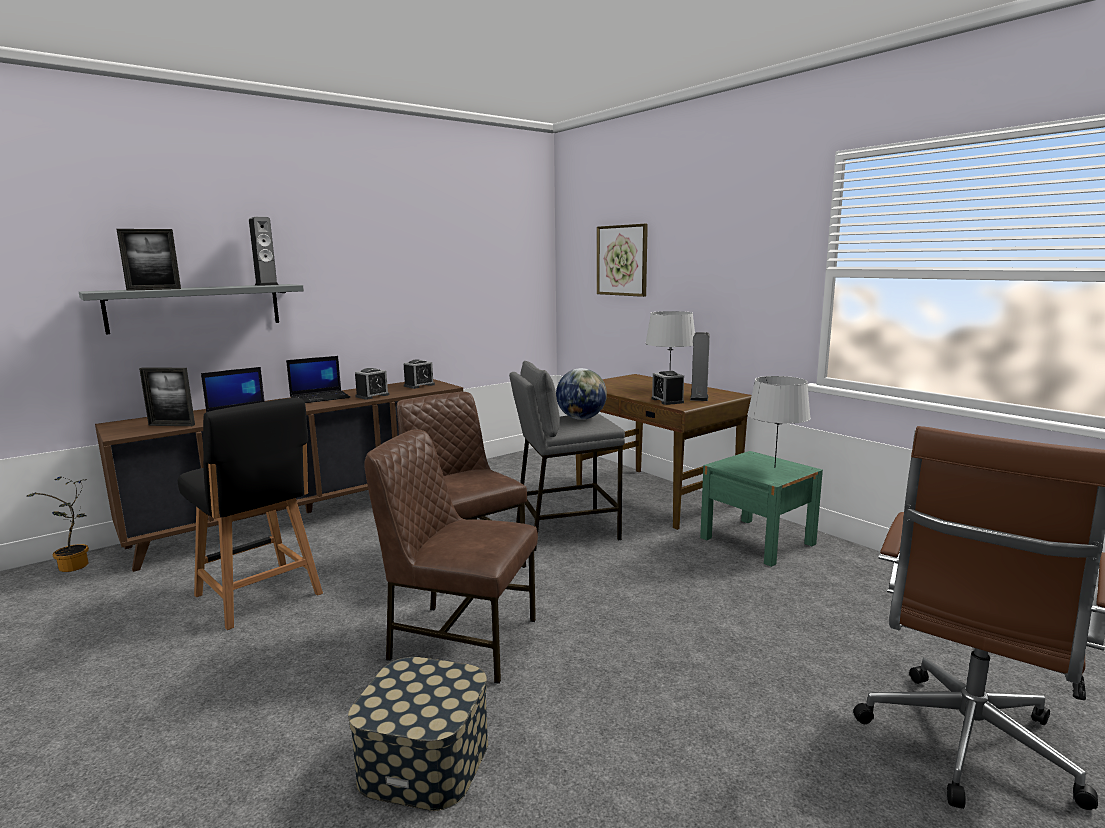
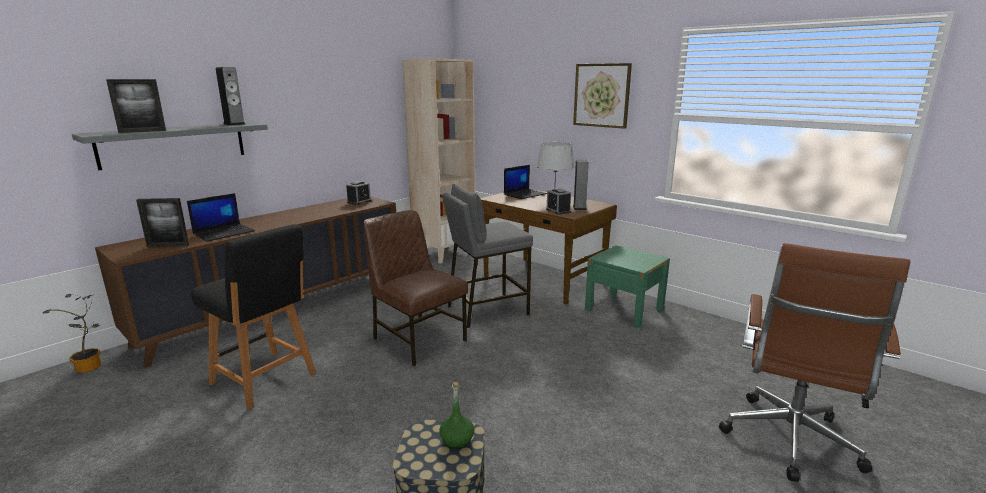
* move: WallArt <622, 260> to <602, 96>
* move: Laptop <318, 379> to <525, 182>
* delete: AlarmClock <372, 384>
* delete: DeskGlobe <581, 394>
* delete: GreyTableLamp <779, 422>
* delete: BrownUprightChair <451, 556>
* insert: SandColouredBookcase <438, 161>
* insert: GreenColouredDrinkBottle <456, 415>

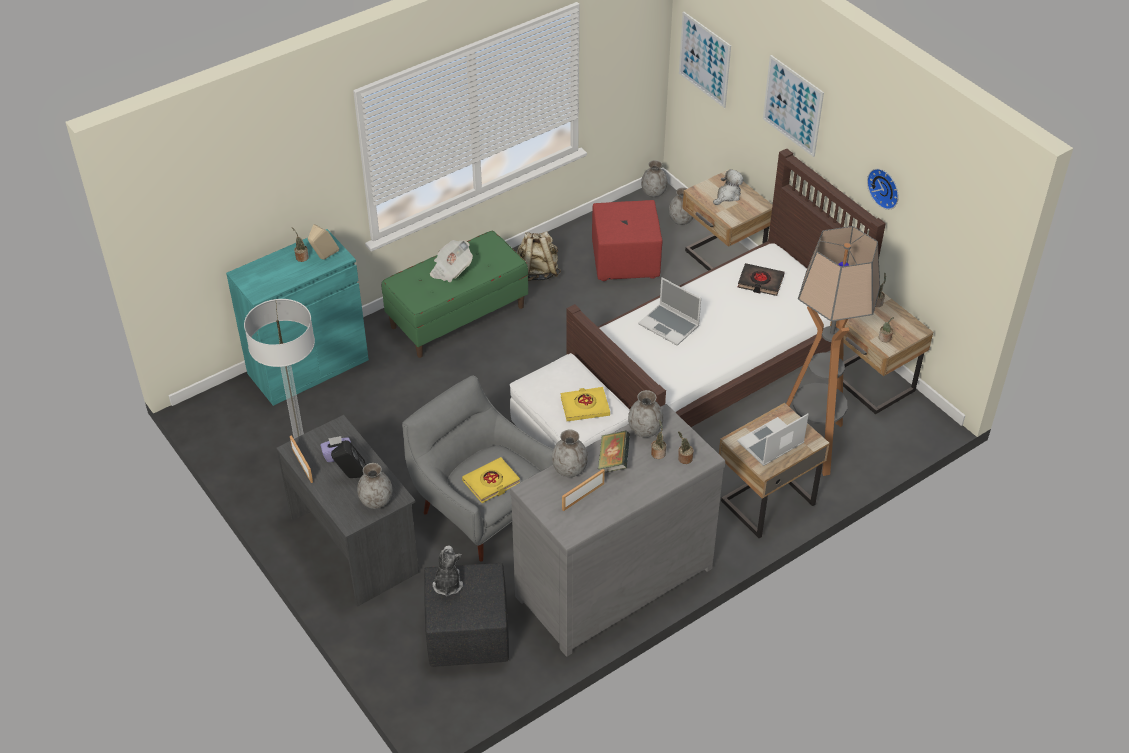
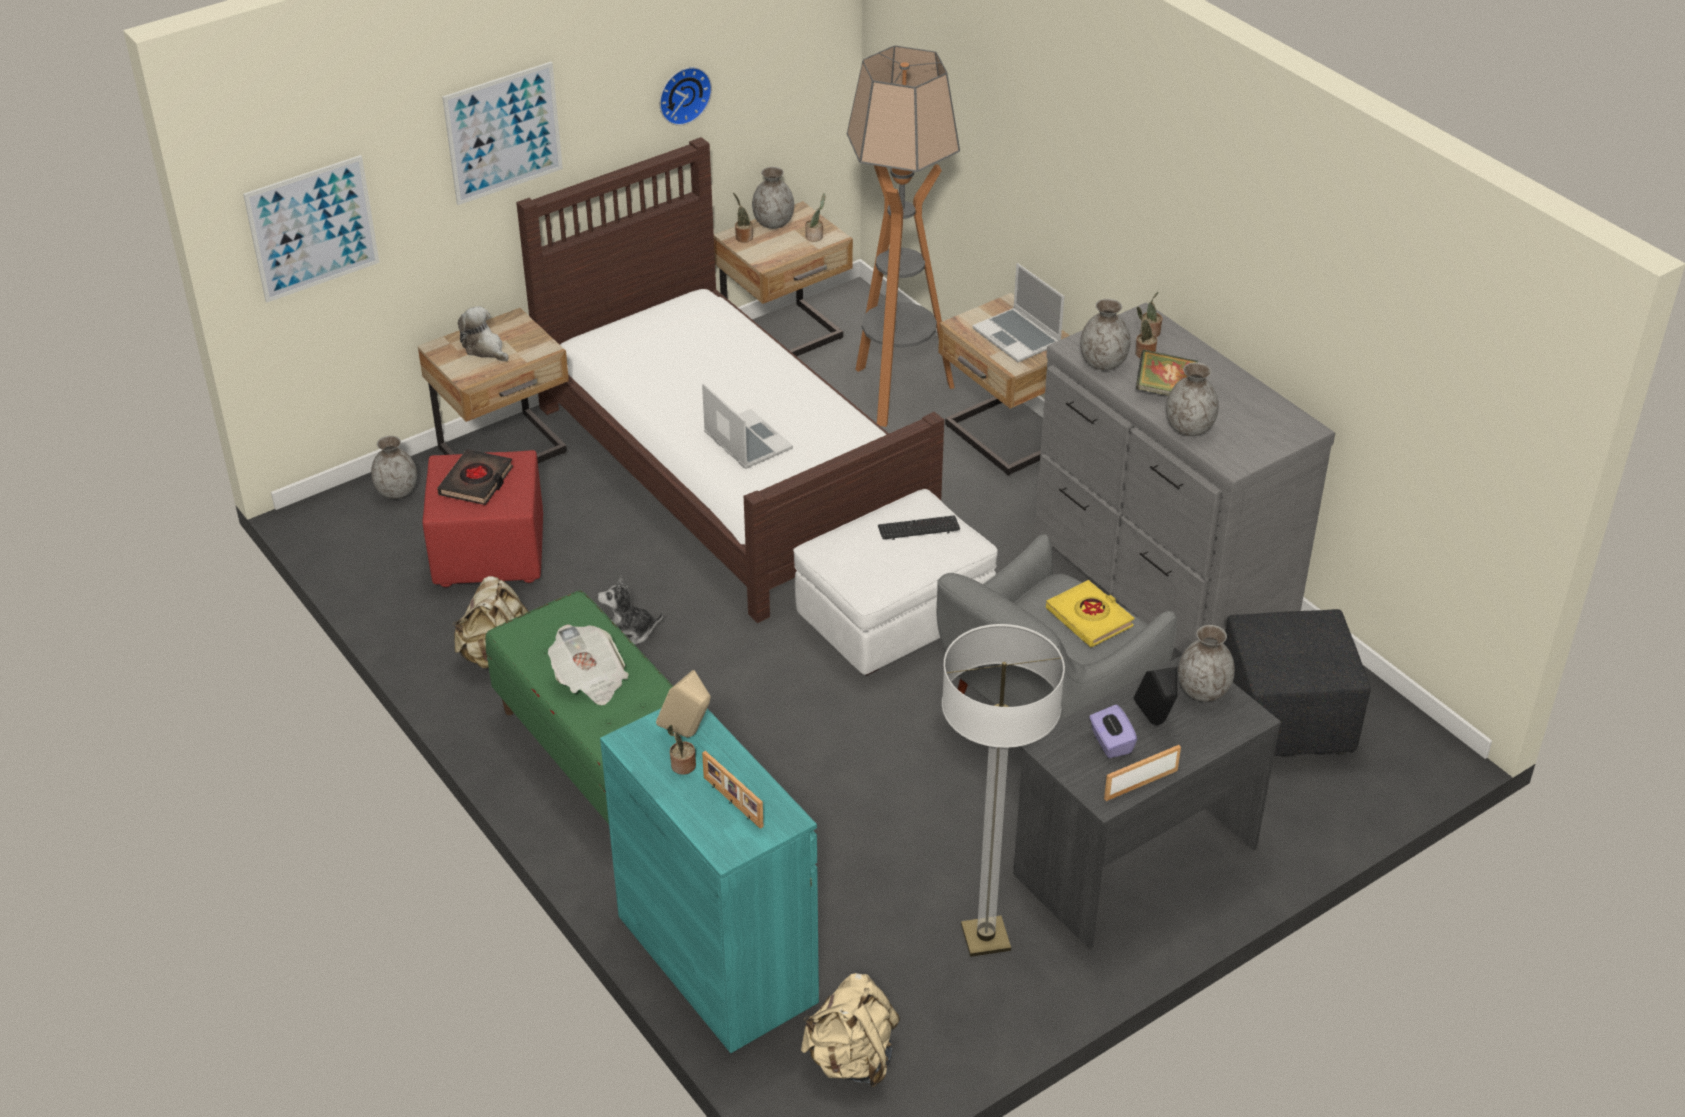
* move: GreyFlowerVase <654, 178> to <773, 198>
* move: BlackColouredVolume <761, 279> to <475, 477>
* rotate: Laptop <669, 311> = <747, 426> 75 degrees counterclockwise
* replace: YellowVolume <585, 404> to ComputerKeyboard <919, 527>
* move: PhotoFrame <583, 490> to <733, 790>
* move: PlushToy <448, 570> to <630, 610>
* insert: SandColouredRucksack <850, 1030>

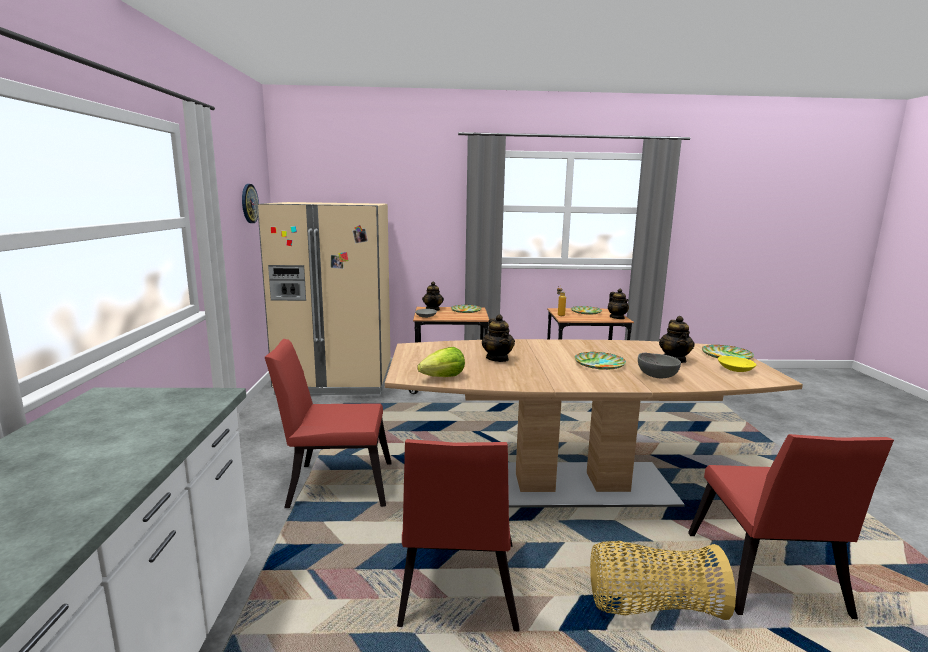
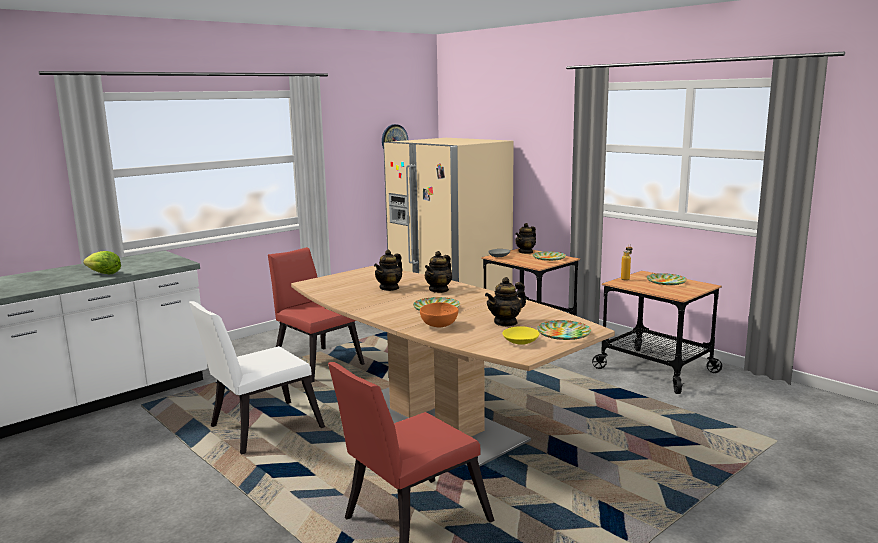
* move: Teapot <618, 304> to <438, 272>
* move: Lettuce <441, 362> to <102, 262>
* recolor: GreyBowl <659, 365> to OrangeColouredBowl <439, 314>
* recolor: ReddishUprightChair <458, 535> to WhiteUprightChair <257, 378>
* delete: HouseholdBasket <663, 580>

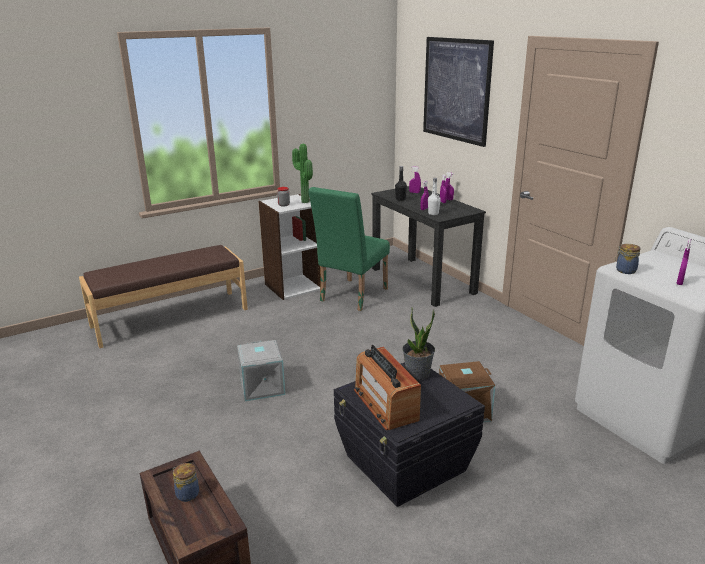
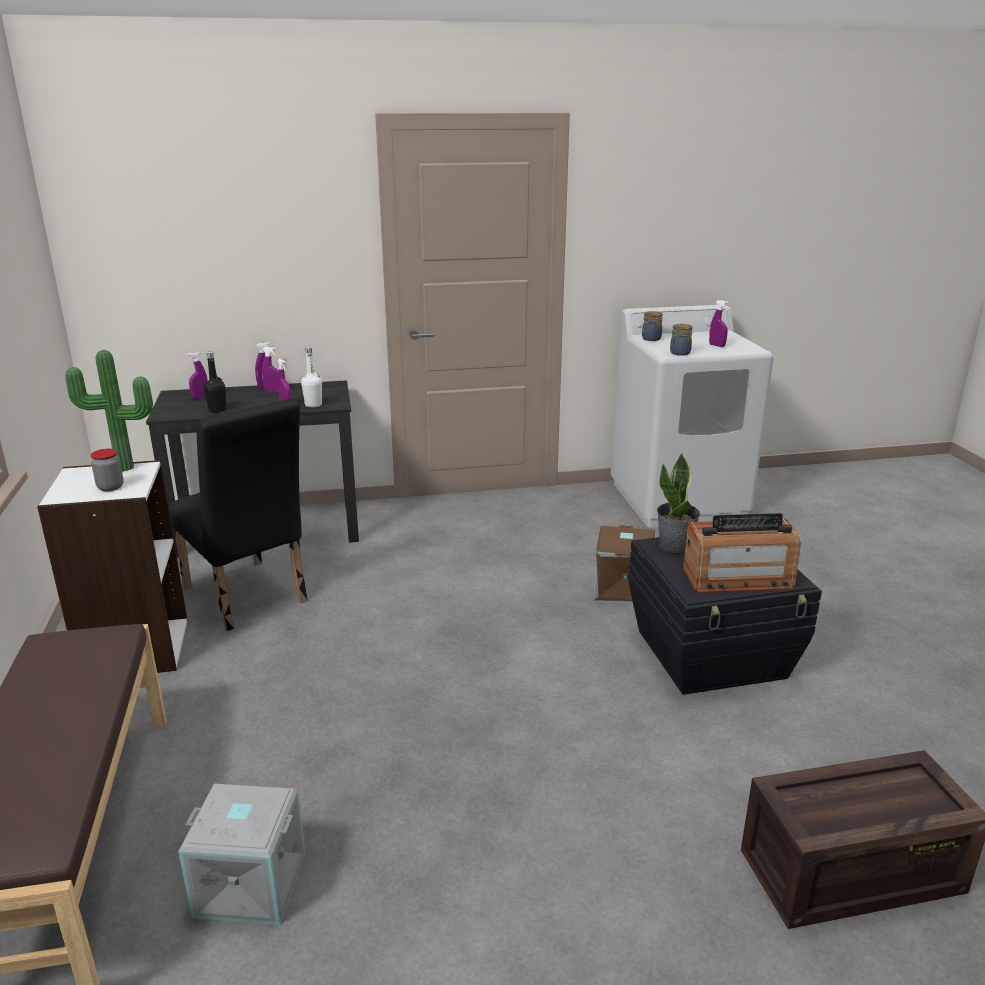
* delete: WallArt <458, 92>
* recolor: GreenColouredUprightChair <349, 249> to BlackColouredUprightChair <238, 514>
* move: GreyStorageContainer <261, 370> to <241, 854>
* move: StorageJar <186, 482> to <652, 326>

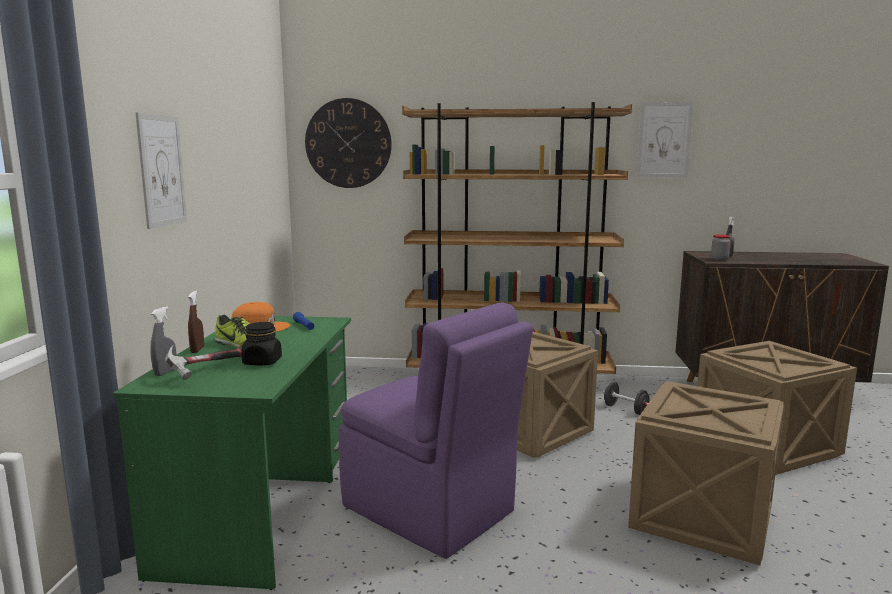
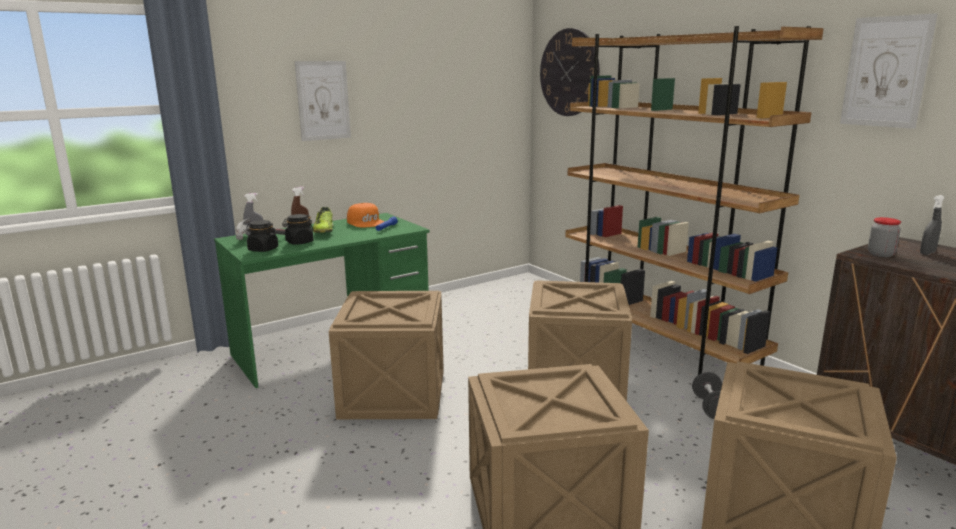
* replace: PurplishUprightChair <436, 430> to Crate <386, 355>
* insert: BlackColouredStorageJar <262, 236>

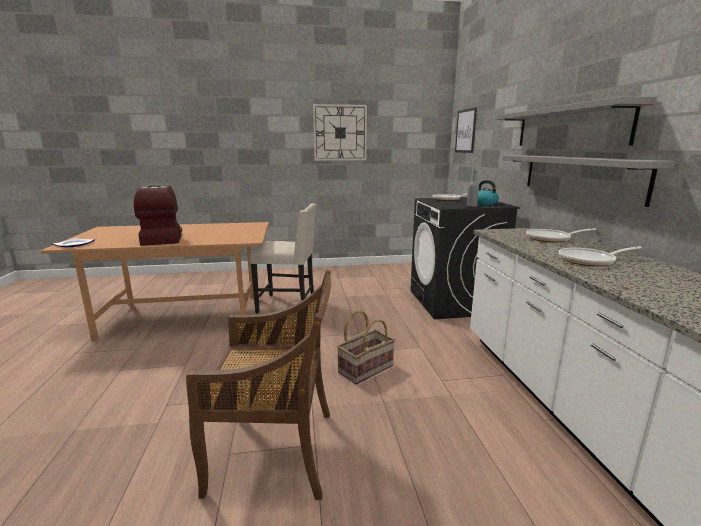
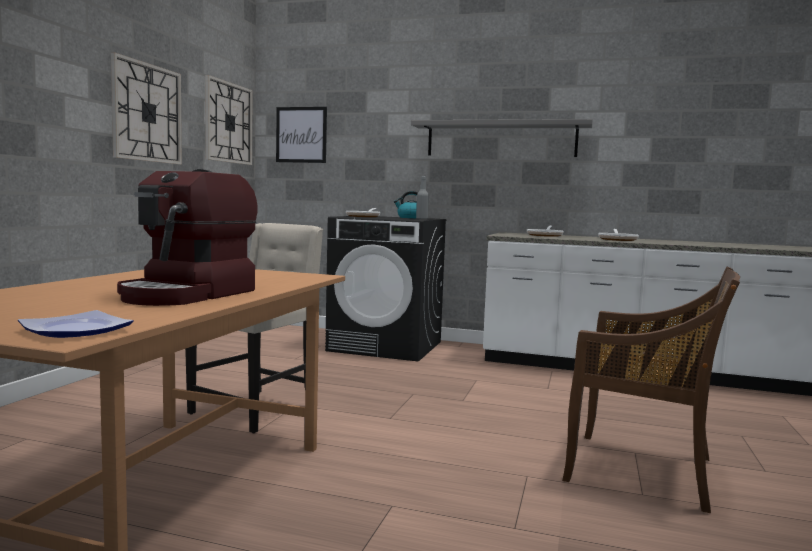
* delete: GreyWallShelf <589, 181>
* rotate: CoffeeMachine <158, 215> = <187, 237> 75 degrees counterclockwise
* rotate: BrownUprightChair <258, 385> = <651, 390> 90 degrees clockwise
* delete: HouseholdBasket <366, 347>
* insert: HangingClock <228, 120>

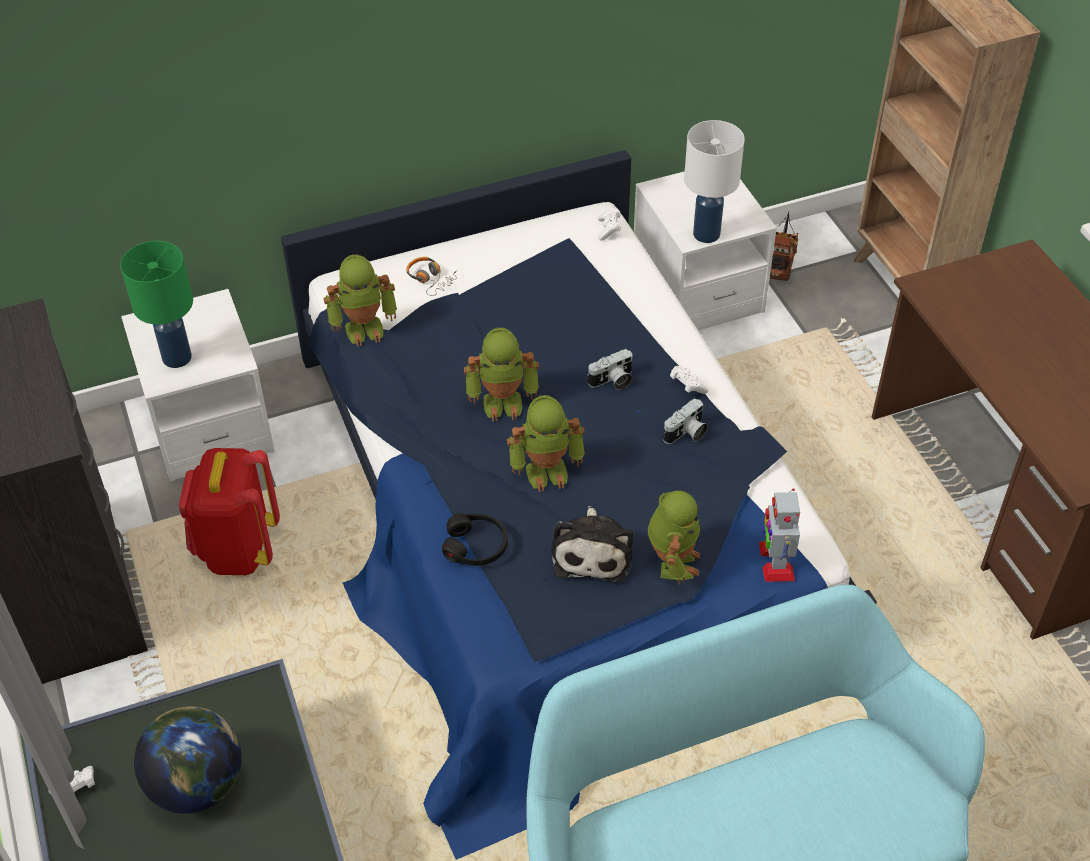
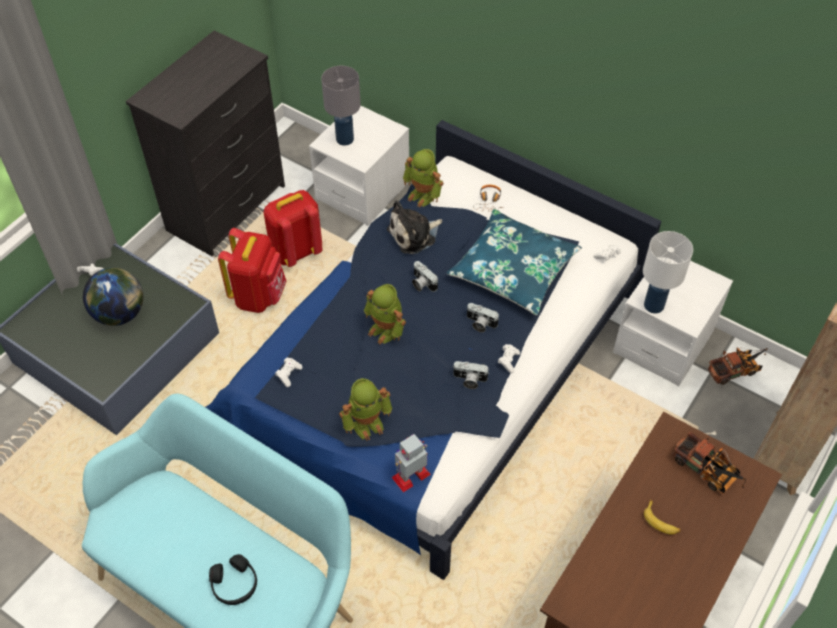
* recolor: GreenColouredTableLamp <156, 304> to GreyTableLamp <341, 106>
* replace: ToyRobot <501, 374> to PhotoCamera <425, 276>
* move: PlushToy <592, 544> to <414, 227>
* move: BlackColouredHeadphones <475, 539> to <233, 579>
* insert: BlueThrowPillow <514, 262>
* insert: ReddishRucksack <252, 270>
* insert: WhiteGameController <289, 372>
* insert: ModelTruck <709, 463>
* insert: BananaFruit <662, 517>

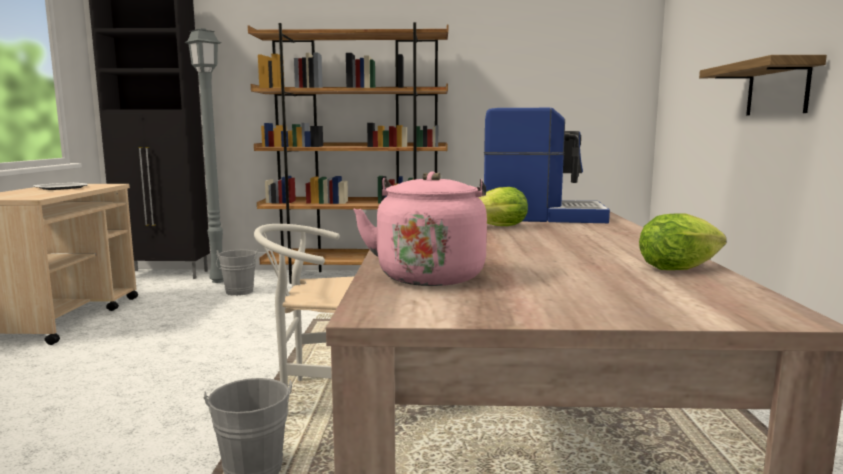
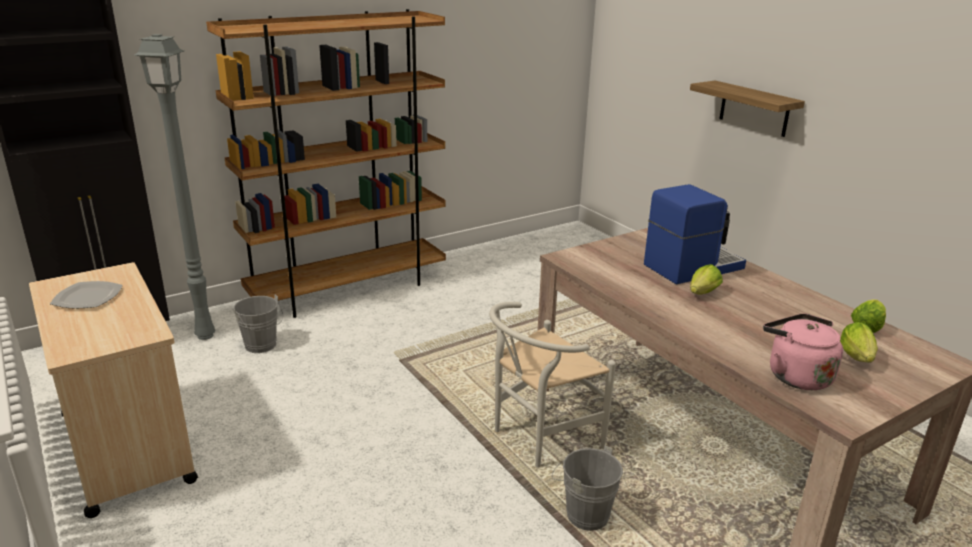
* insert: Lettuce <859, 342>

